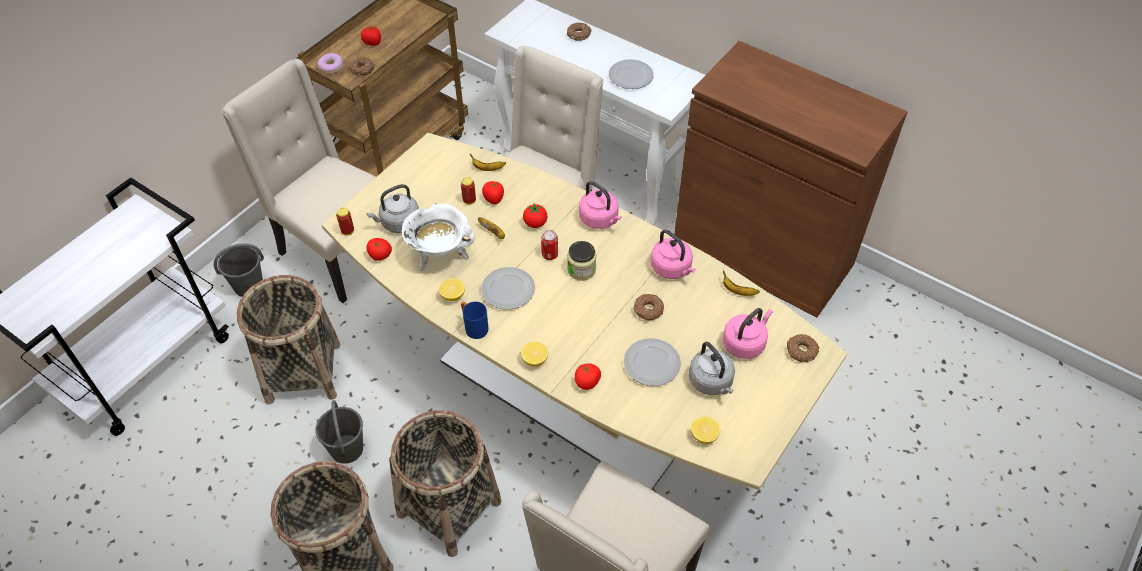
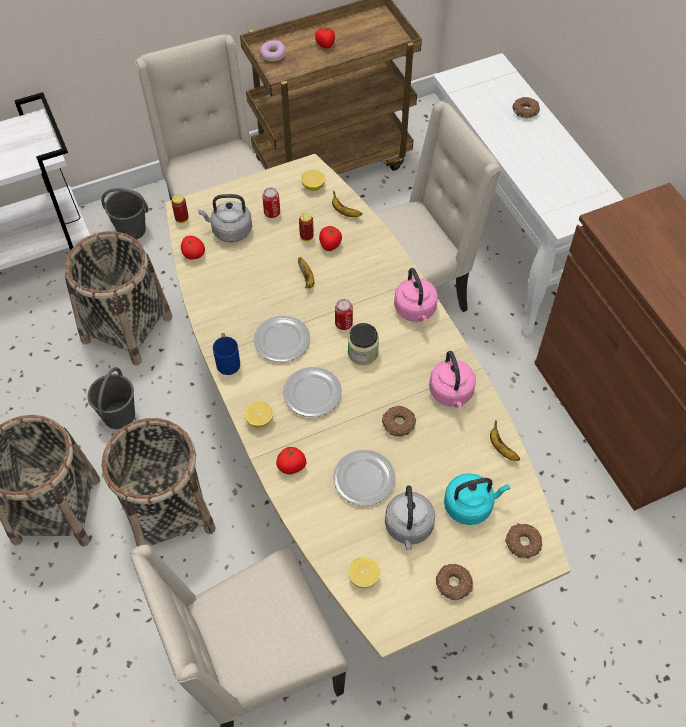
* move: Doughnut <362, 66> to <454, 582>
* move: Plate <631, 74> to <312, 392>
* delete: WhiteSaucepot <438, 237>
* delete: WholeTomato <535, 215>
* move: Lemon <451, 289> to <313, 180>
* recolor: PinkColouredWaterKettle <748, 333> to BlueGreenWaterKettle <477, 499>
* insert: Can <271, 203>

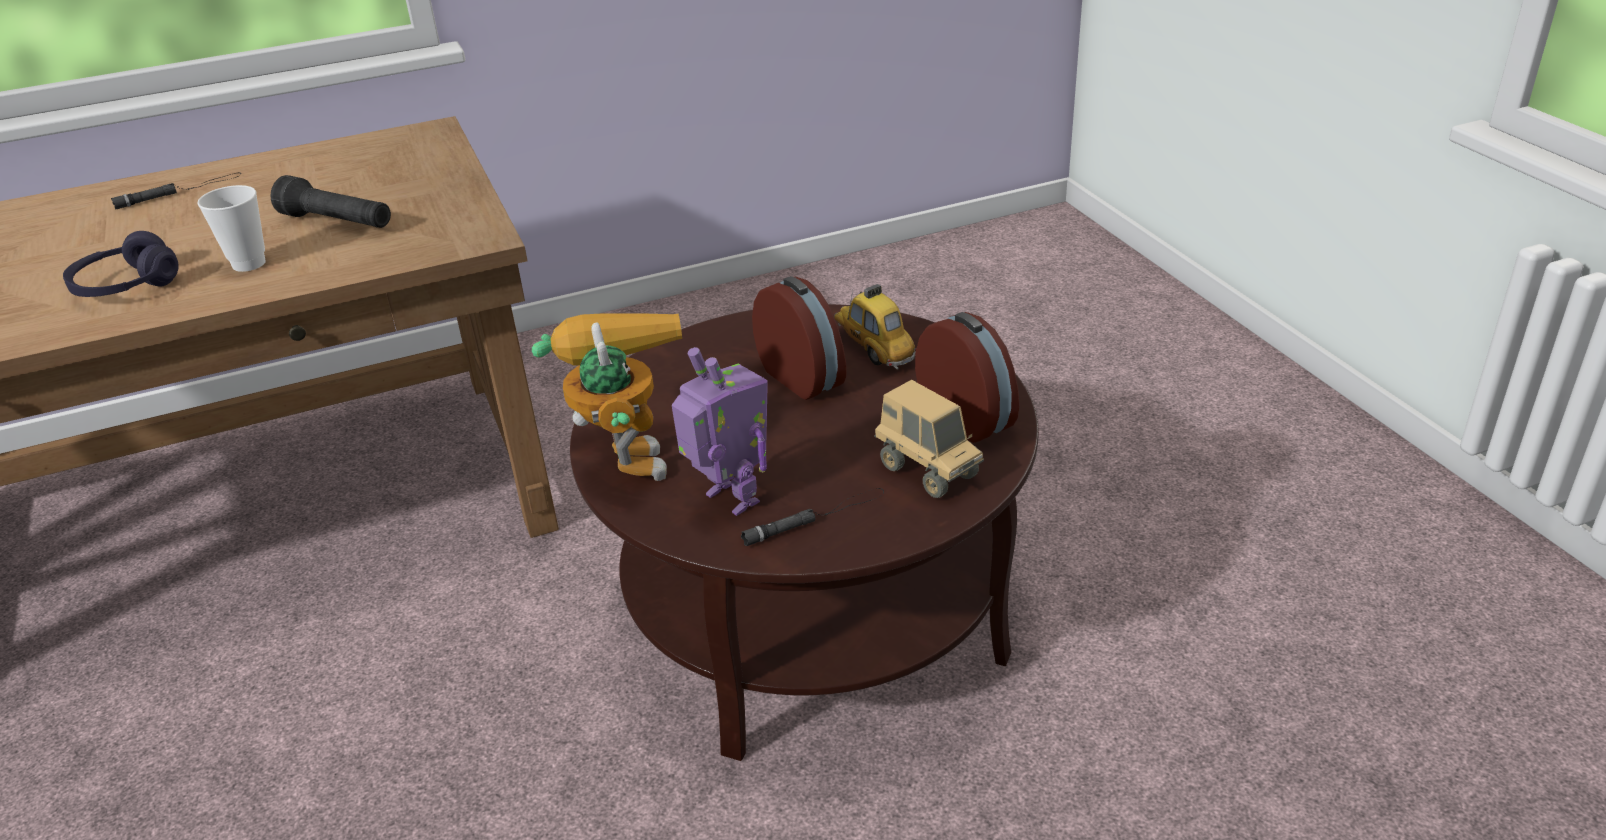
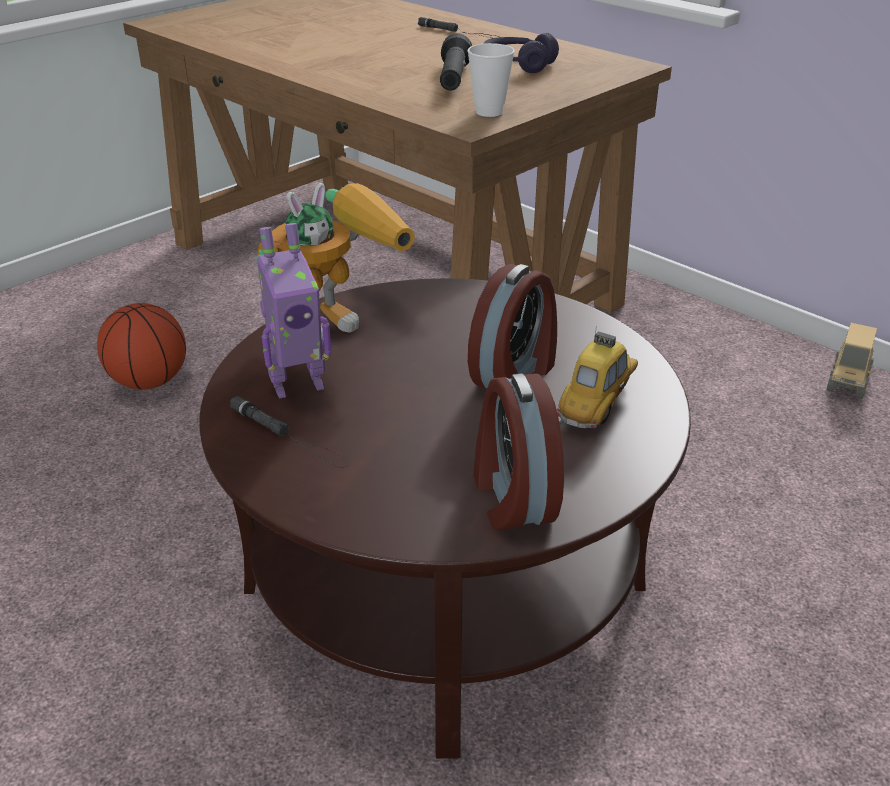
* move: SmallCup <231, 228> to <491, 80>
* move: PurplishHeadphones <121, 264> to <521, 53>
* rotate: AlarmClock <967, 377> = <518, 451> 135 degrees clockwise
* rotate: ToyRobot <720, 431> = <294, 311> 45 degrees clockwise
* move: ModelTruck <929, 439> to <852, 361>
* insert: BasketballBall <141, 346>

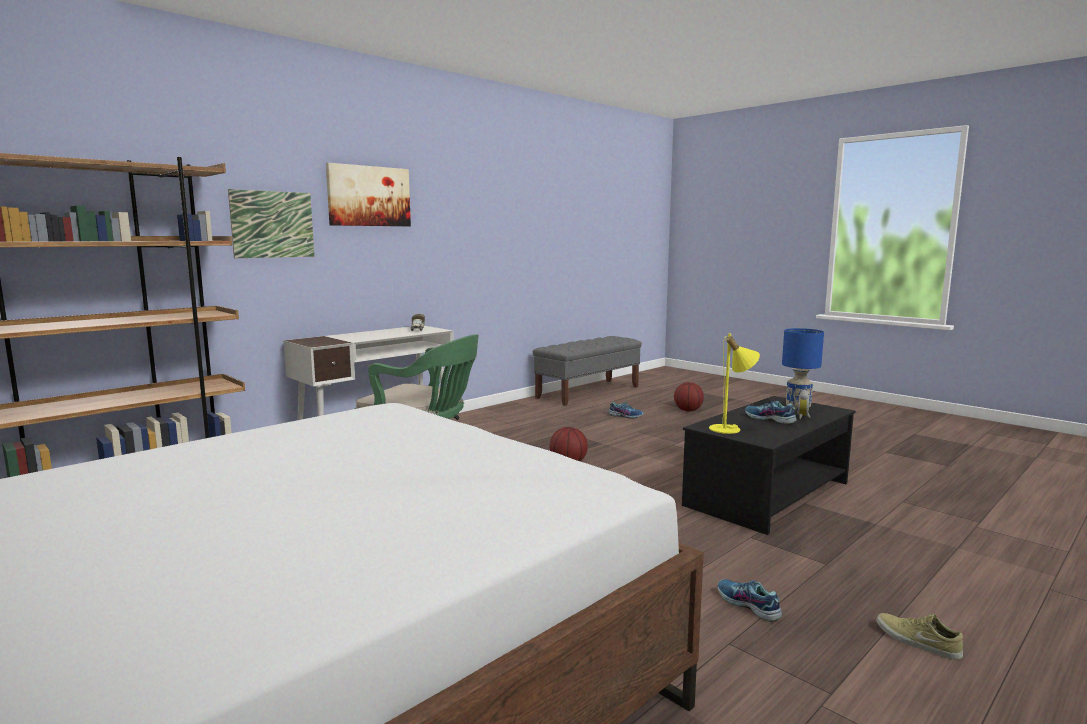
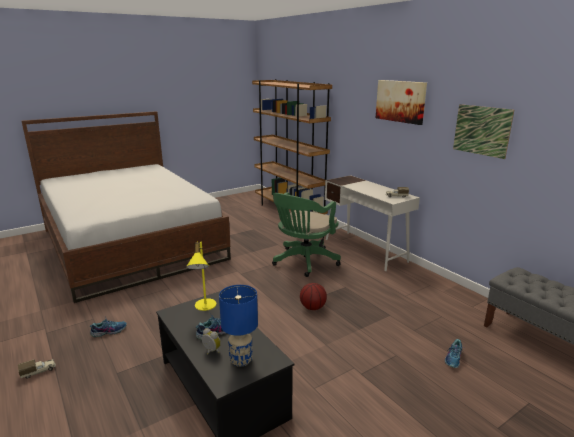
* move: WallArt <271, 223> to <483, 131>
* delete: BasketballBall <689, 397>
* replace: SandColouredLowShoe <919, 636> to ModelTruck <37, 368>

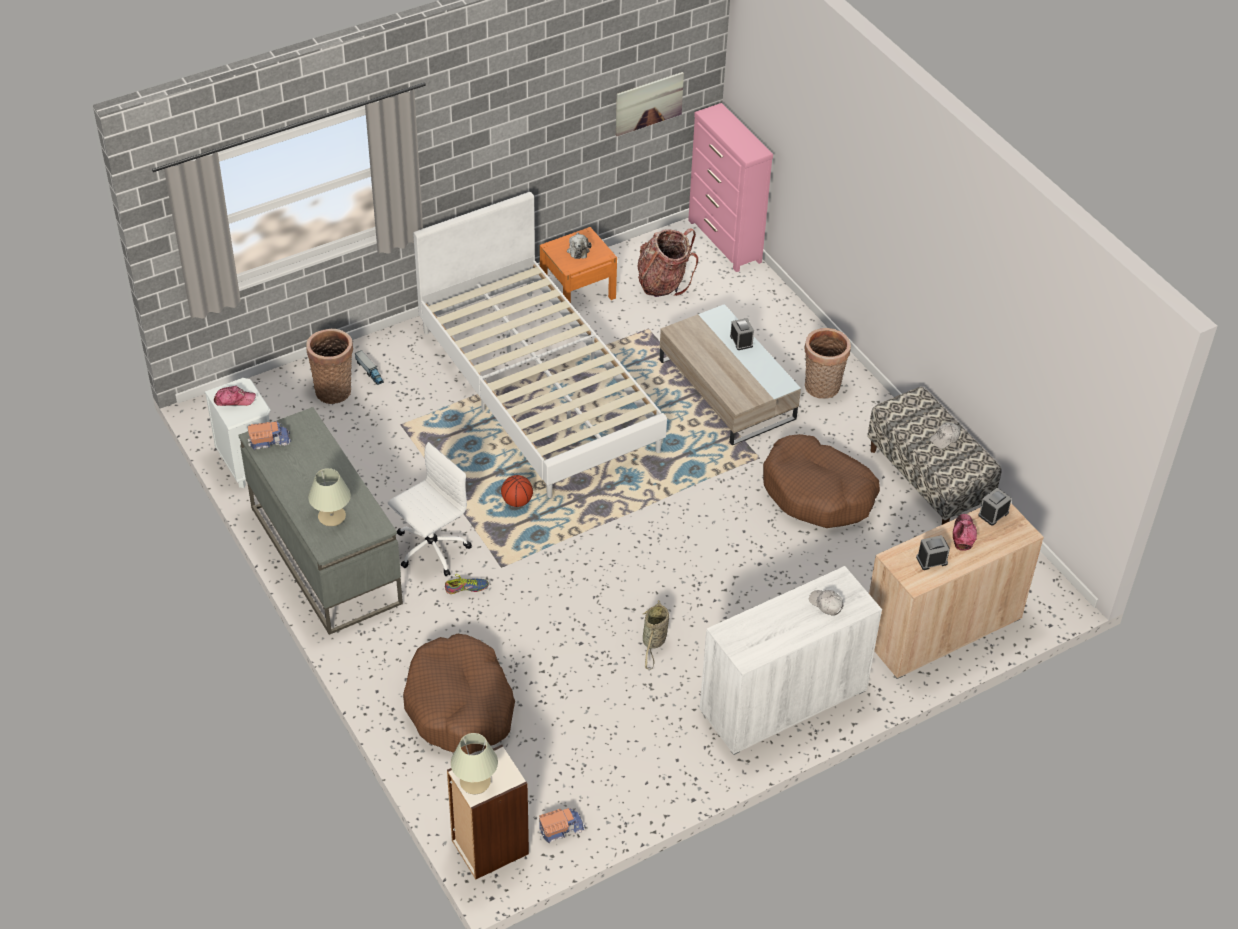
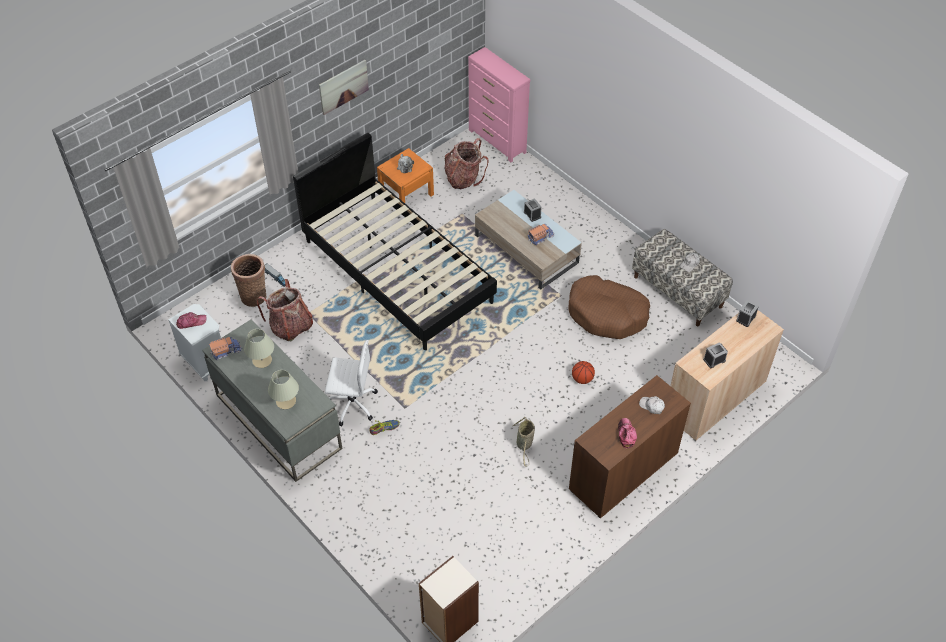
* move: WallArt <650, 104> to <344, 87>
* recolor: WhiteBed <540, 345> to BlackColouredBed <395, 241>
* delete: HouseholdBasket <828, 363>
* rotate: WhiteOfficeChair <430, 509> = <351, 383> 60 degrees clockwise
* move: BasketballBall <517, 491> to <583, 372>
* move: Cap <965, 532> to <627, 433>
* recolor: WhiteStorageCabinet <791, 660> to BrownStorageCabinet <630, 447>
* delete: BrownDogBed <459, 694>
* move: SandColouredTableLamp <474, 763> to <259, 348>
* move: ModelTruck <561, 825> to <541, 234>
* insert: Rucksack <285, 310>

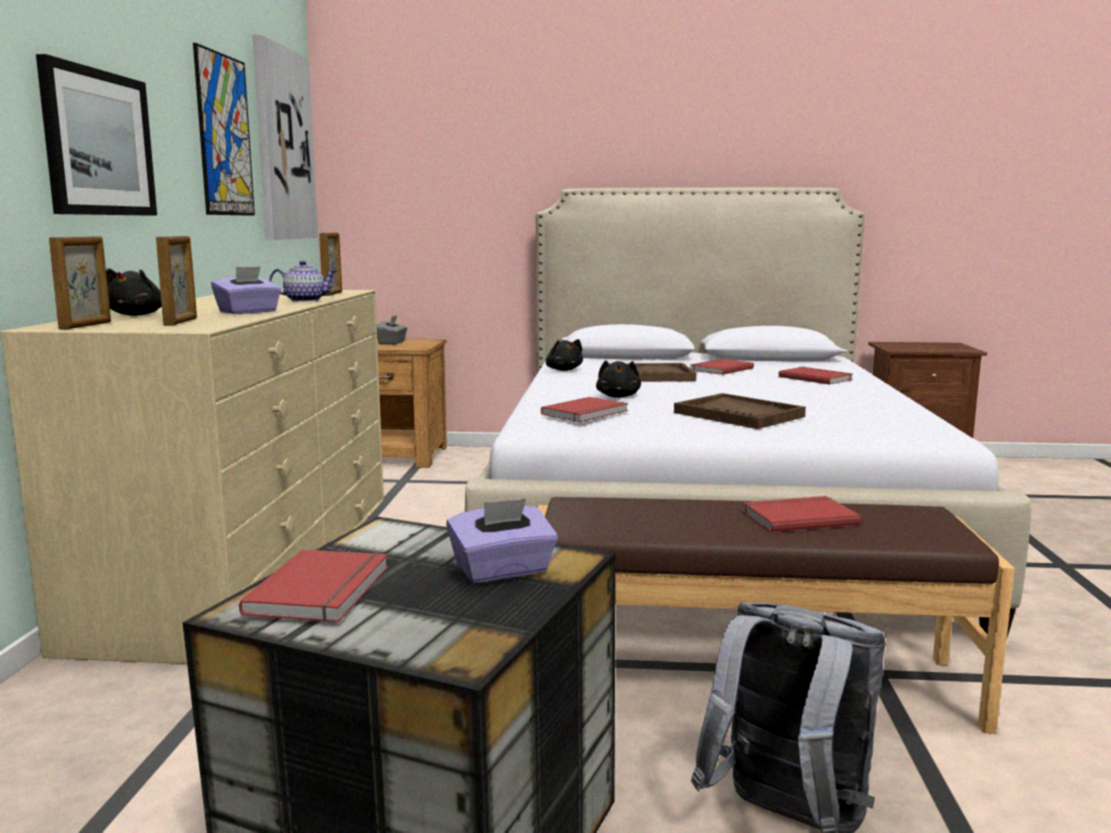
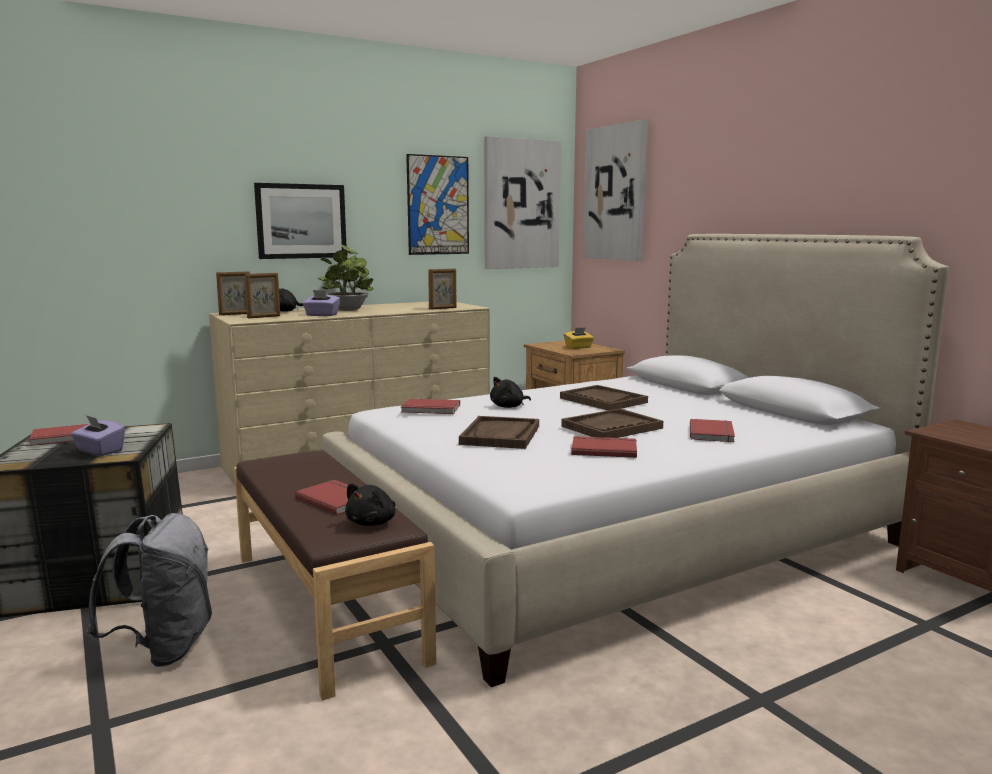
* delete: Teapot <303, 281>
* recolor: GreyBoxOfTissues <392, 330> to YellowBoxOfTissues <579, 338>
* move: BlackColouredPlushToy <564, 355> to <370, 504>
* move: ReddishVolume <722, 367> to <604, 447>
* insert: WallArt <615, 190>
* insert: PottedPlant <346, 277>
* insert: BrownTray <612, 423>

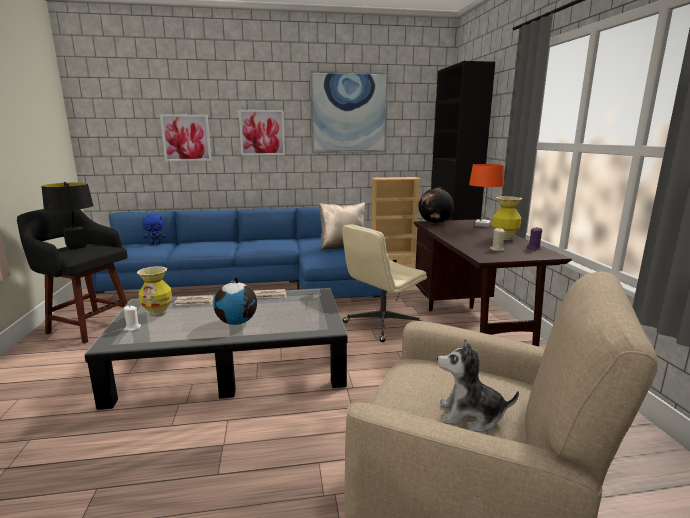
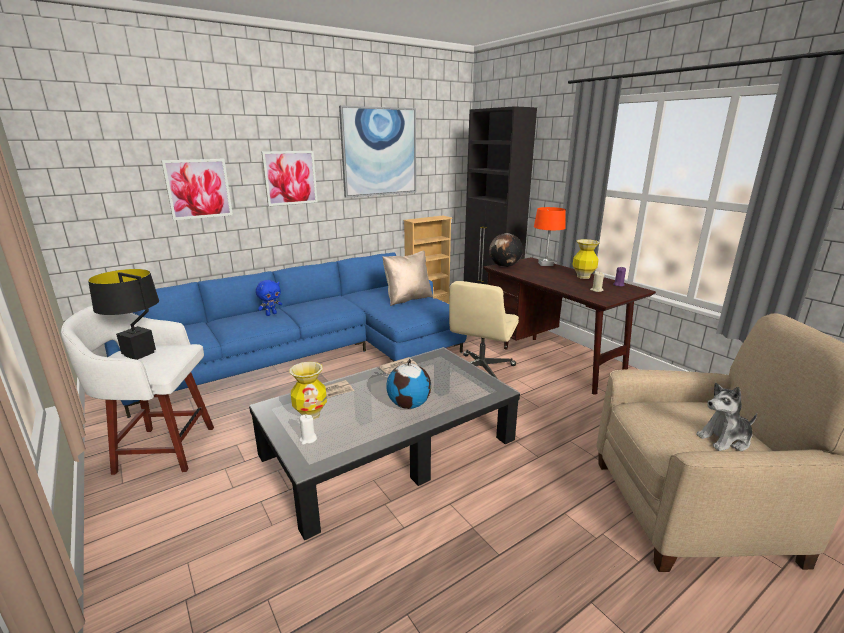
* recolor: BlackColouredStoolSeat <72, 276> to WhiteStoolSeat <137, 390>
* move: BluePlushToy <154, 229> to <269, 298>

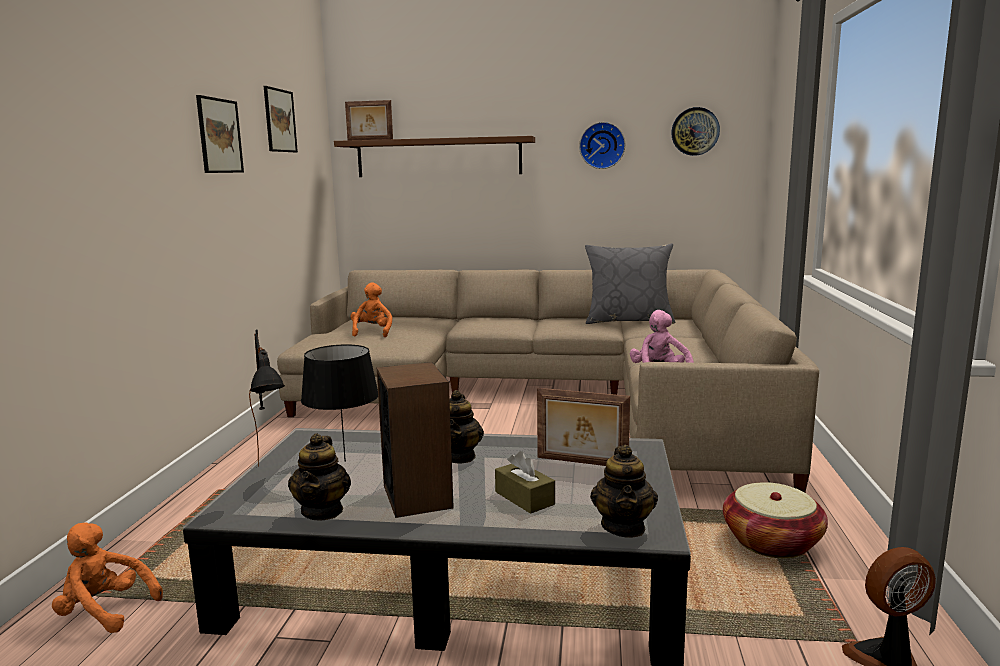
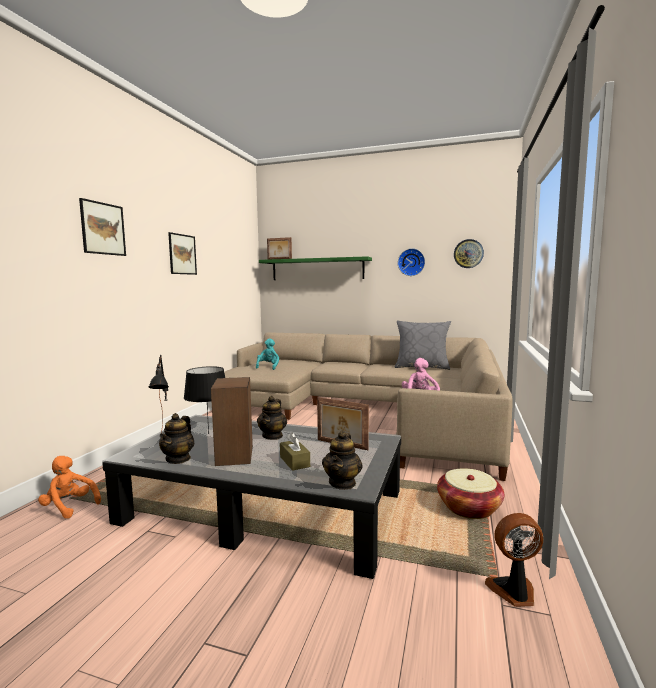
* move: WallArt <281, 119> to <102, 227>
* recolor: BrownWallShelf <434, 156> to GreenColouredWallShelf <315, 268>
* recolor: OrangeColouredPlushToy <371, 309> to BlueGreenPlushToy <267, 354>

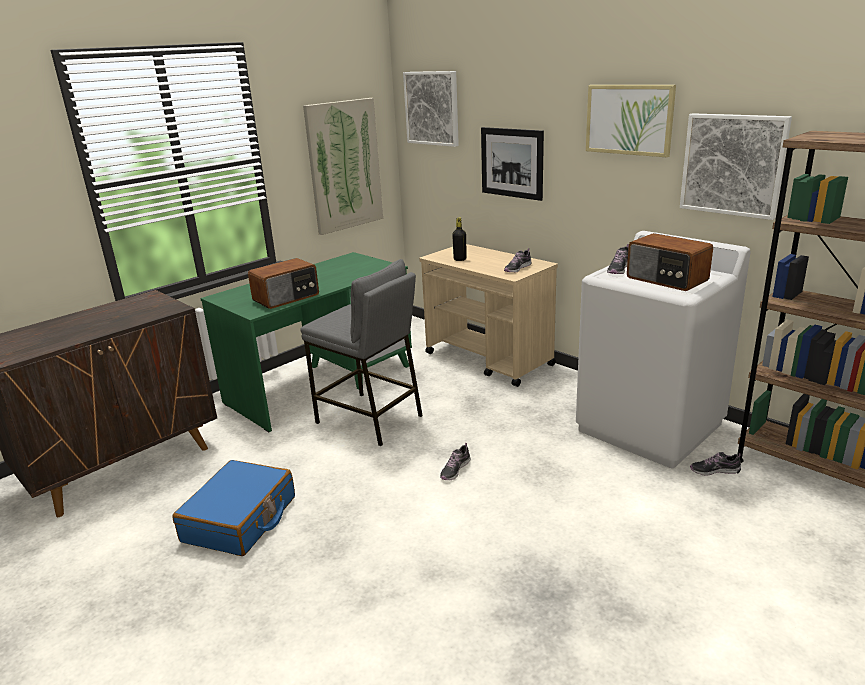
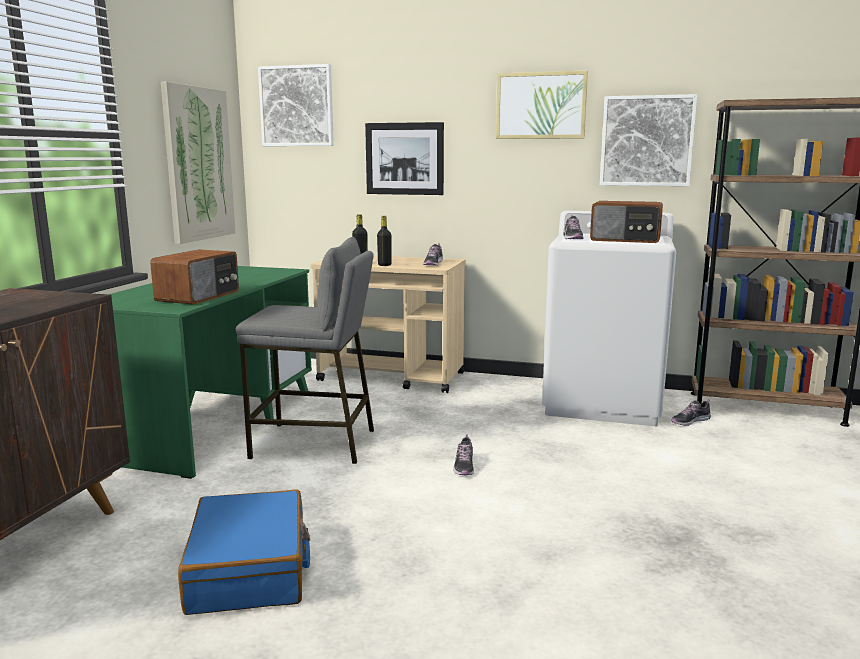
* insert: BlackColouredDrinkBottle <384, 241>

